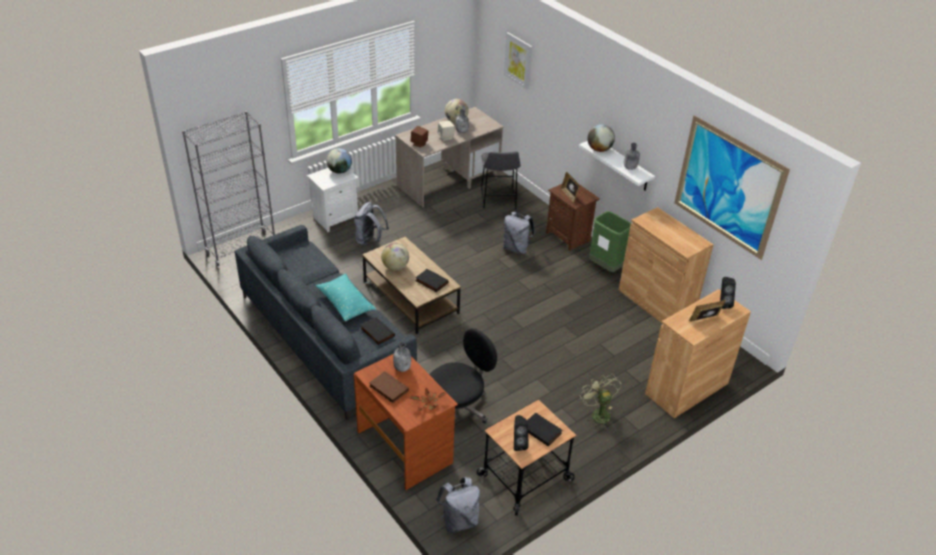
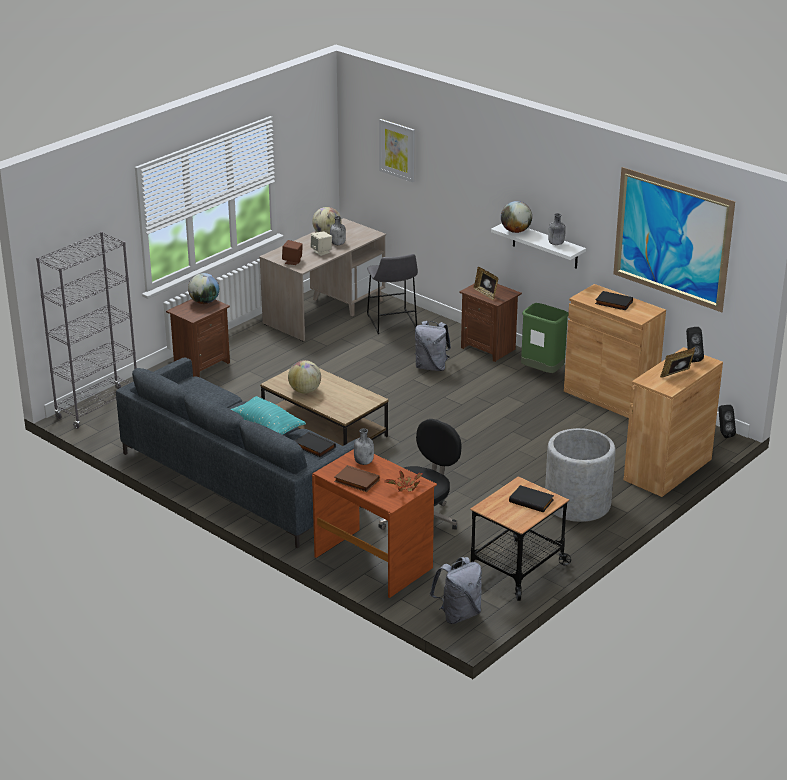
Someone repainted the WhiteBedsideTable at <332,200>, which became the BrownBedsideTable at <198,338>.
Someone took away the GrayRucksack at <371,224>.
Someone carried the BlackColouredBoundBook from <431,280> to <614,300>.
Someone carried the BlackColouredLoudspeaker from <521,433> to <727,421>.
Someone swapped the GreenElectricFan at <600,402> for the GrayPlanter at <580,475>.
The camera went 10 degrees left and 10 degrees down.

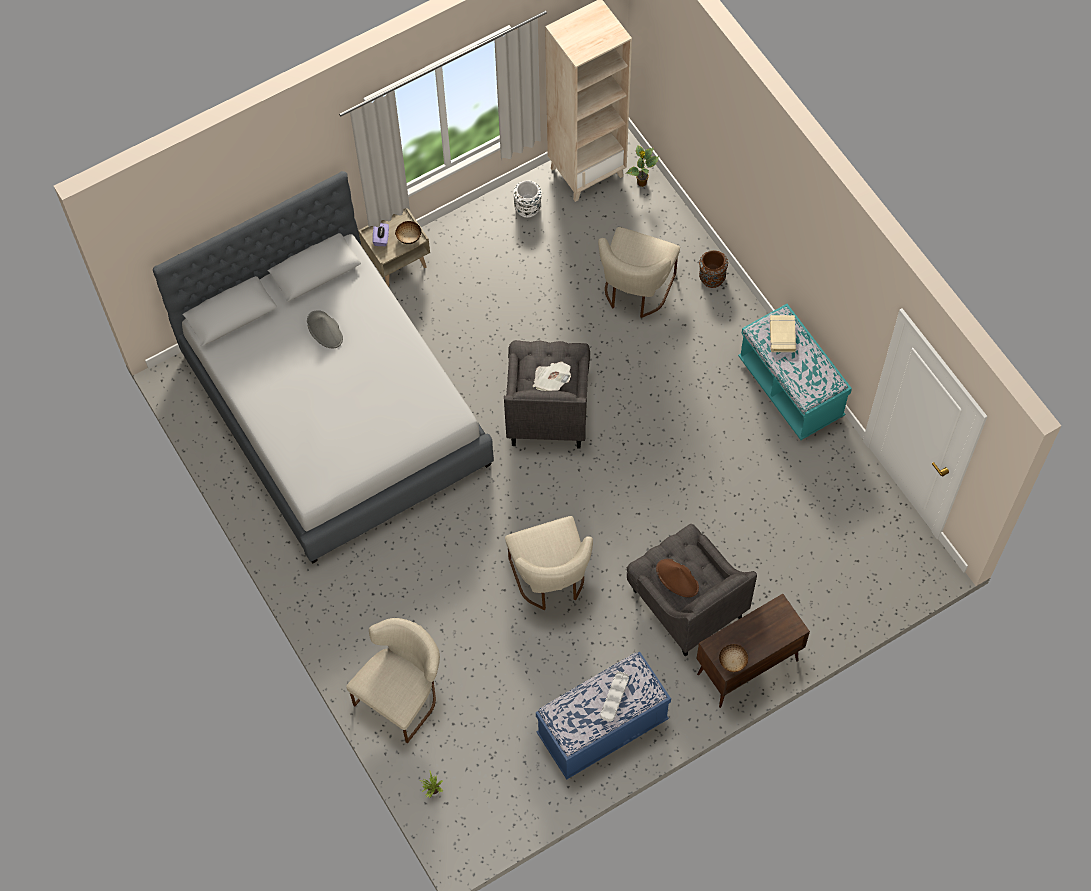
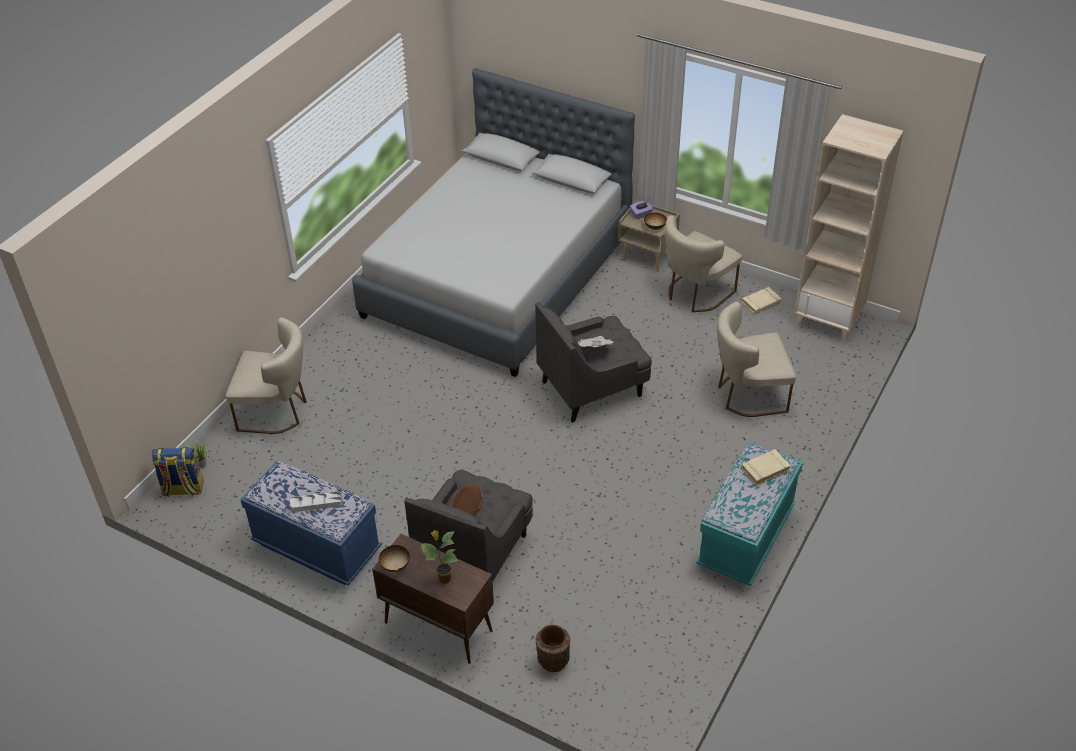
Someone took away the GrayClothingHat at <325,329>.
Someone carried the SandColouredChair from <549,563> to <703,263>.
Someone swapped the WhiteDecorativeVase at <527,199> for the SandColouredBoundBook at <761,300>.
Someone carried the PlantInAPot from <642,166> to <440,557>.
Someone carried the BrownDecorativeVase from <713,269> to <553,648>.
Someone put down the Rucksack at <178,472>.
The camera went 60 degrees right and 20 degrees down.

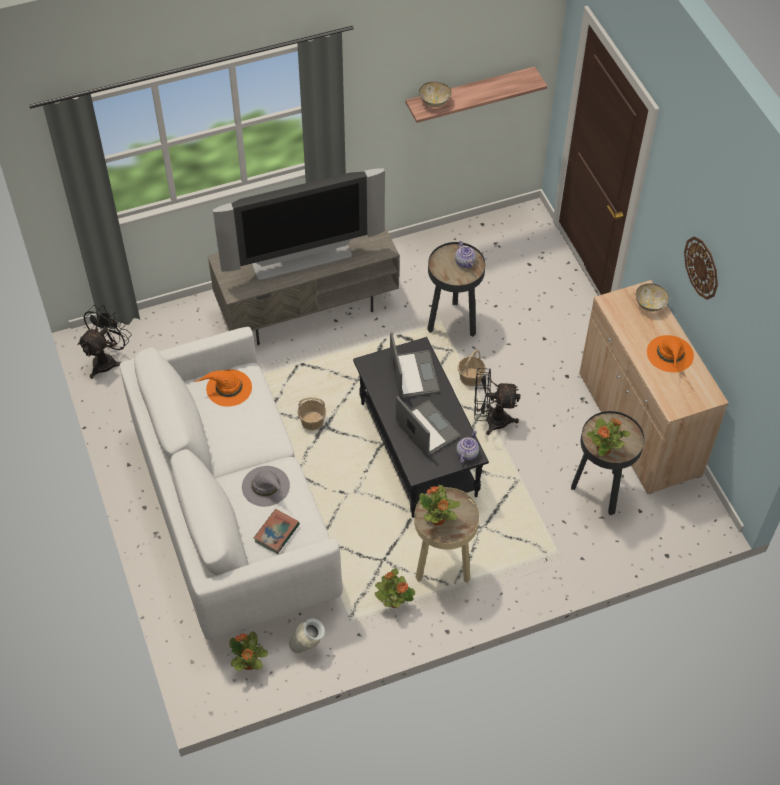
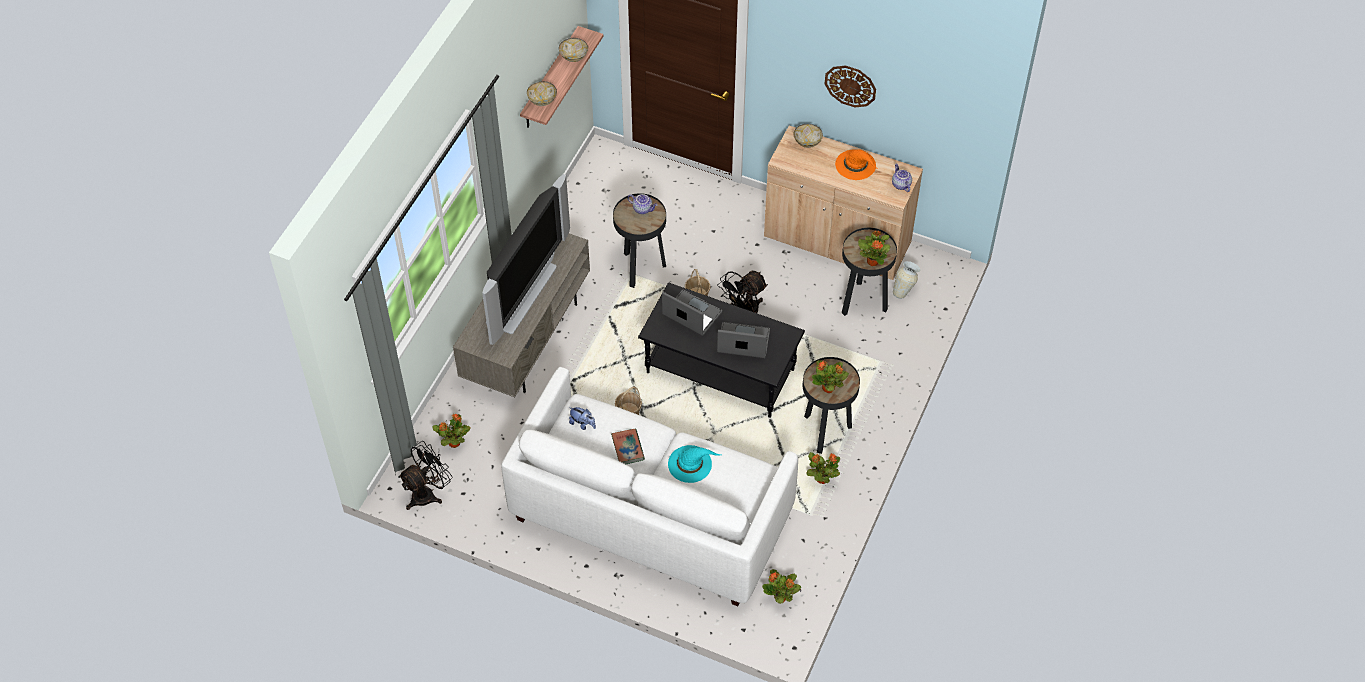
Someone rotated the BlackColouredElectricFan at <105,342> by 60 degrees clockwise.
Someone swapped the OrangeClothingHat at <223,388> for the SoftToy at <582,418>.
Someone repainted the GrayClothingHat at <266,486>, which became the BlueGreenClothingHat at <694,464>.
Someone carried the BoundBook from <277,531> to <628,446>.
Someone carried the DecorativeVase from <307,635> to <907,280>.
Someone repainted the SandColouredAccentTable at <446,535>, which became the BlackColouredAccentTable at <831,405>.
Someone carried the Teapot from <467,447> to <902,177>.
Someone put down the PlantInAPot at <451,431>.
Someone put down the DeepDish at <573,50>.
The camera went 45 degrees left and 0 degrees up.

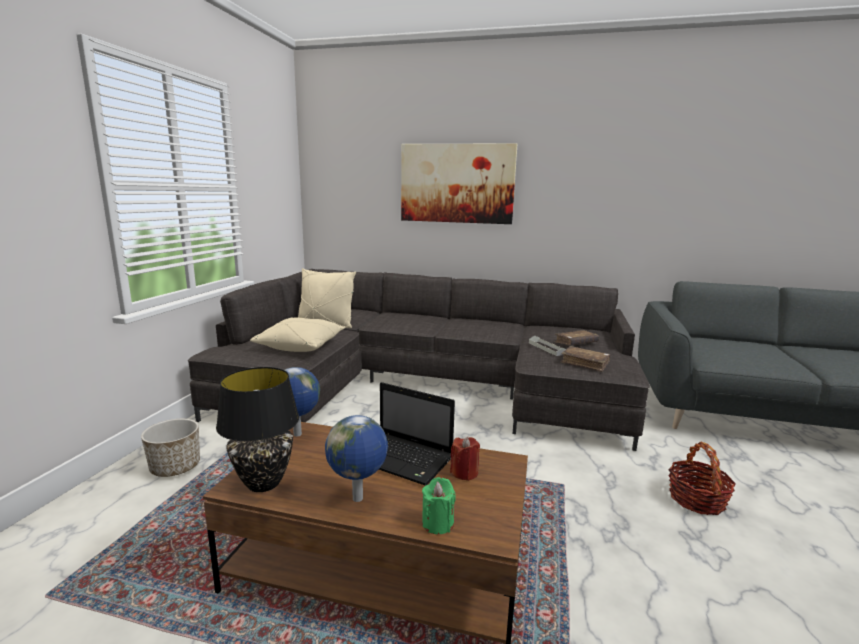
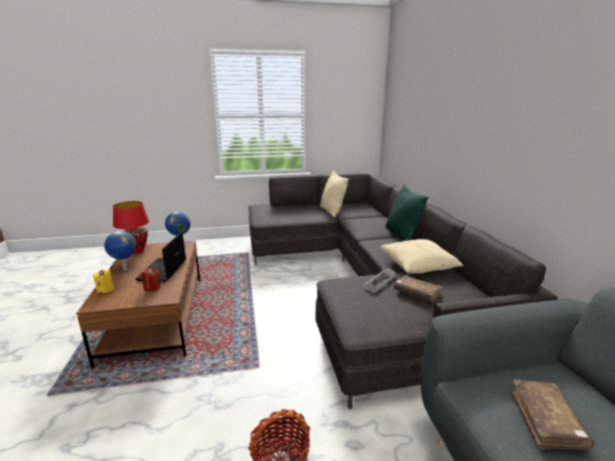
Someone took away the Planter at <170,448>.
Someone repainted the BlackColouredLampForATable at <257,429>, which became the RedLampForATable at <131,227>.
Someone carried the SandColouredThrowPillow from <298,334> to <422,256>.
Someone took away the Picture at <459,183>.
Someone repainted the GreenCandle at <439,505>, which became the YellowCandle at <103,281>.
Someone carried the BrownBoundBook from <586,359> to <552,414>.
Someone put down the GreenThrowPillow at <406,213>.
The camera went 65 degrees right and 5 degrees up.

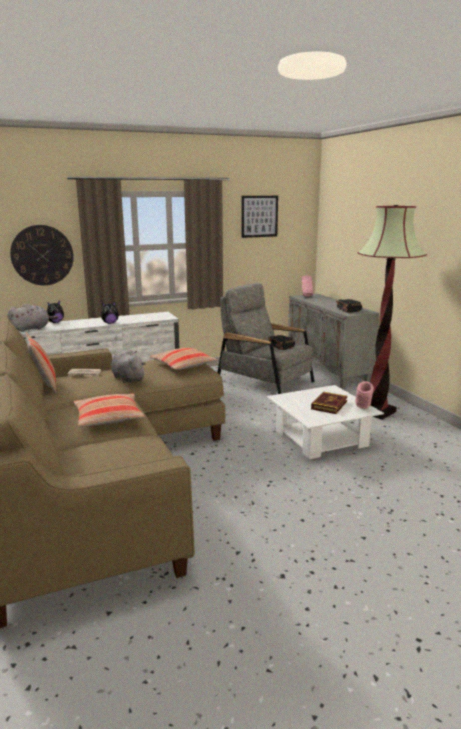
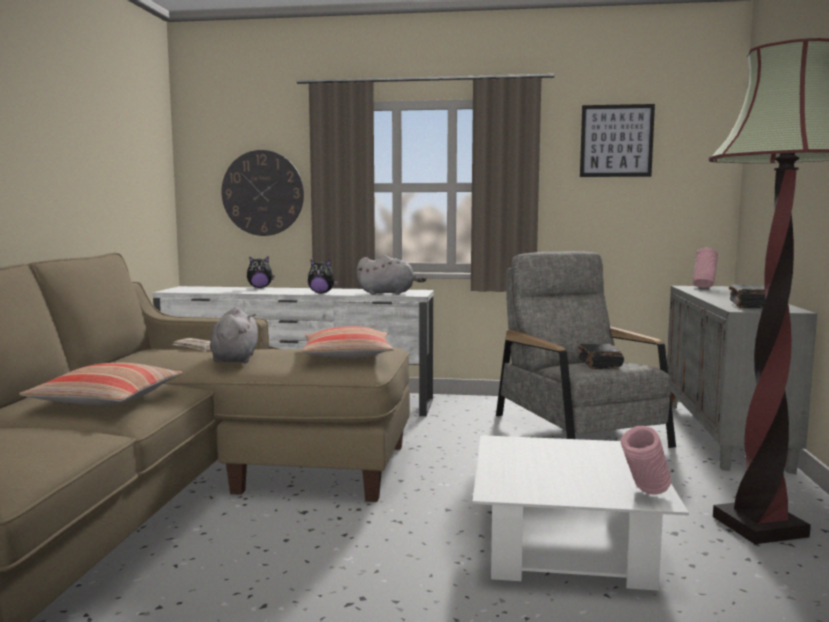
Someone carried the GraySoftToy from <32,318> to <391,275>.
Someone took away the ThrowPillow at <41,362>.
Someone took away the BoundBook at <329,403>.
The camera went 30 degrees right and 10 degrees down.

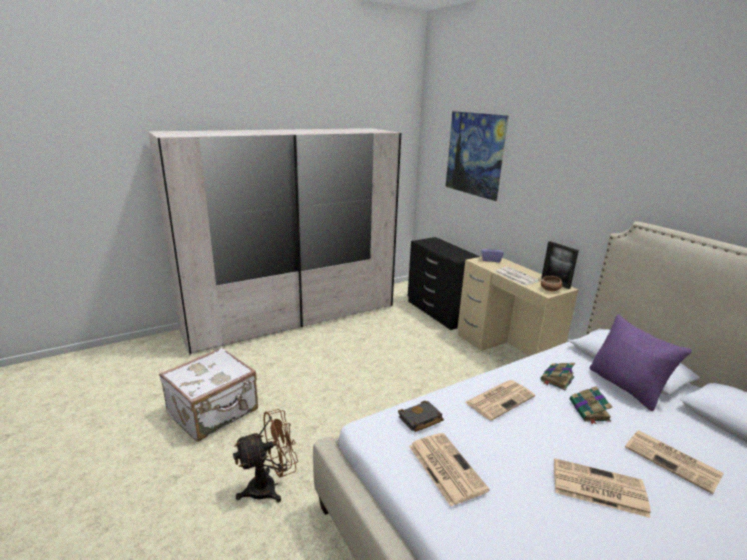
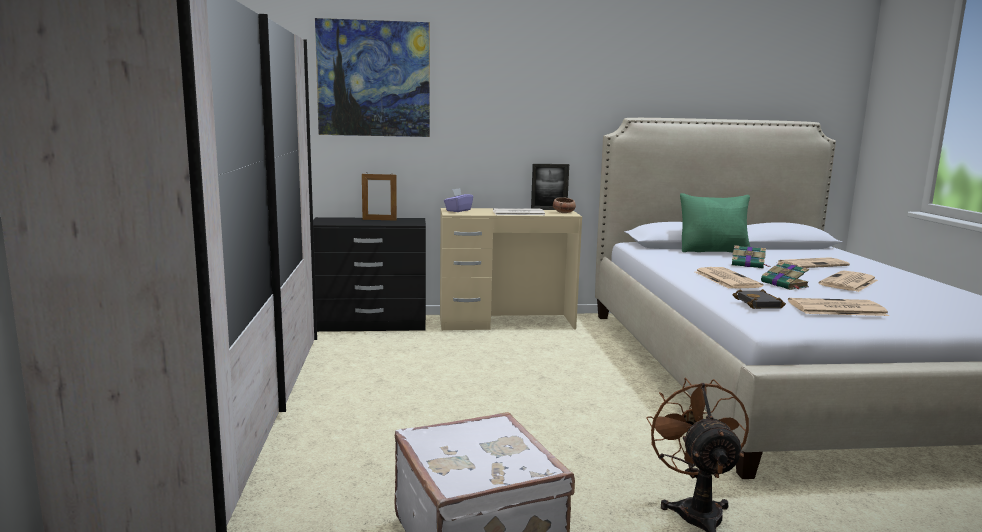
Someone carried the BoundBook from <558,377> to <785,276>.
Someone repainted the PurpleThrowPillow at <640,362>, which became the GreenThrowPillow at <715,223>.
Someone put down the PhotoFrame at <379,196>.
The camera went 65 degrees left and 10 degrees down.

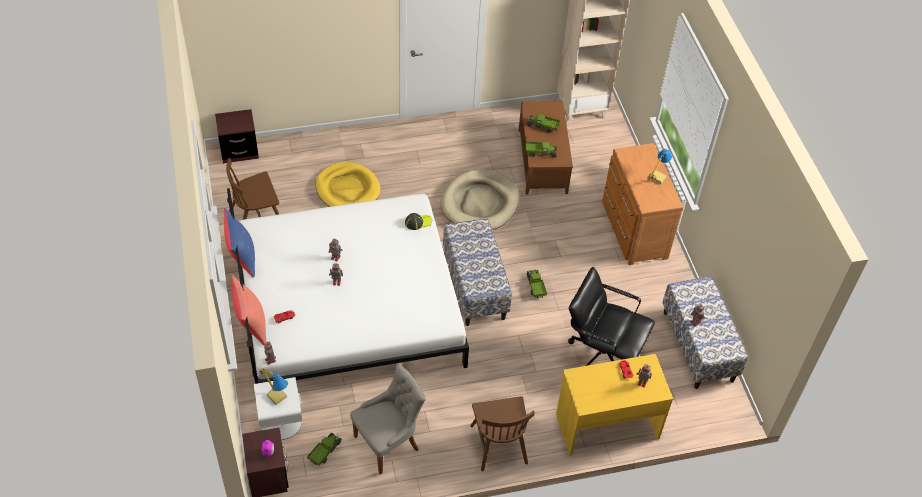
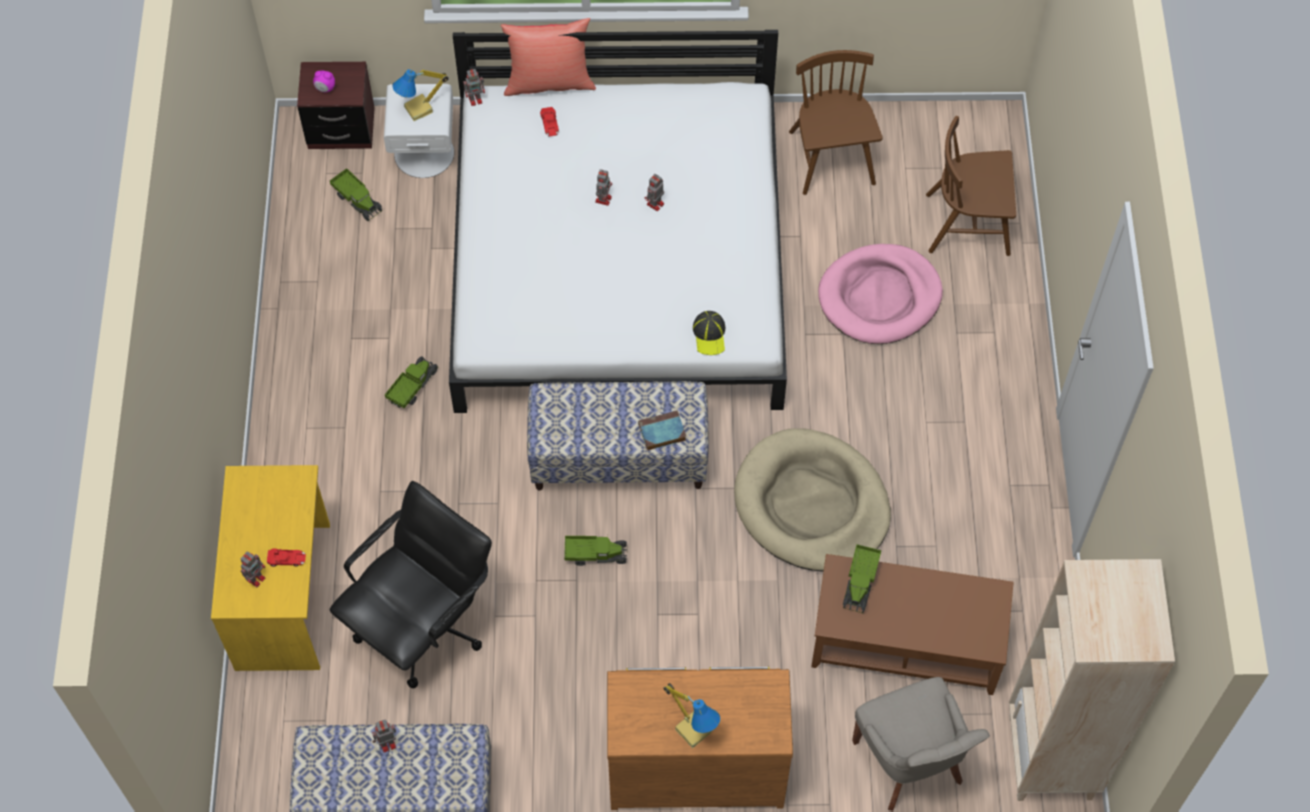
Someone took away the BrownBedsideTable at <237,136>.
Someone took away the BlueThrowPillow at <239,243>.
Someone repainted the YellowPetBed at <348,184>, which became the PinkPetBed at <880,294>.
Someone carried the GrayChair from <388,419> to <921,744>.
Someone carried the BrownChair from <502,433> to <971,186>.
Someone carried the ToyTruck from <543,123> to <411,382>.
Someone put down the BoundBook at <662,430>.
The camera went 105 degrees right and 10 degrees up.

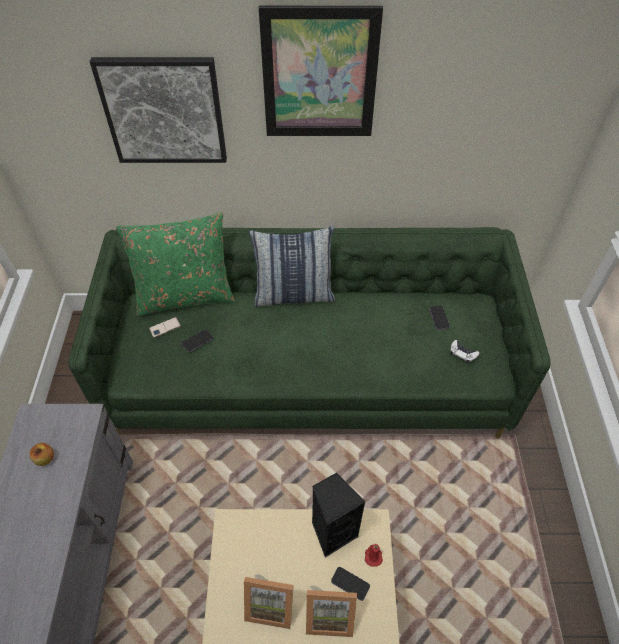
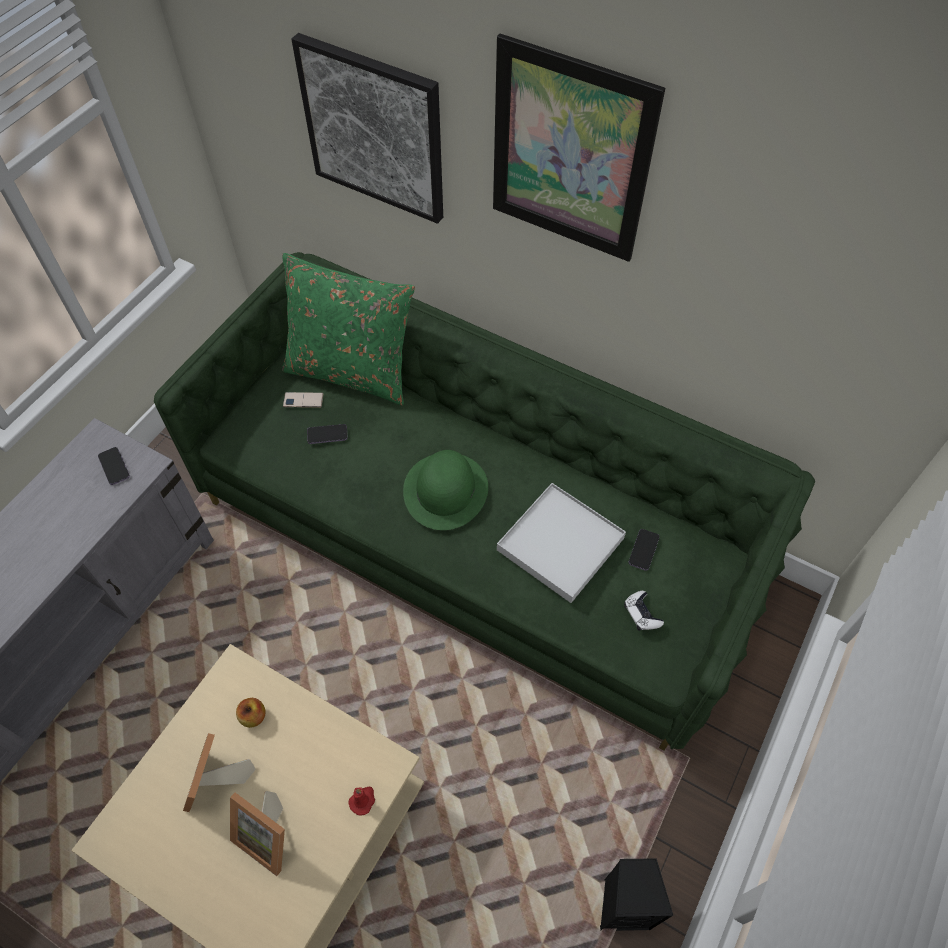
Someone carried the AppleFruit from <41,454> to <251,713>.
Someone rotated the PhotoFrame at <268,601> by 60 degrees clockwise.
Someone took away the ThrowPillow at <291,266>.
Someone carried the BlackColouredLoudspeaker from <338,515> to <637,894>.
Someone carried the Phone from <350,584> to <114,466>.
Someone put down the GreenClothingHat at <445,490>.
Someone put down the WhiteServingTray at <561,543>.
The camera went 30 degrees right and 5 degrees up.

